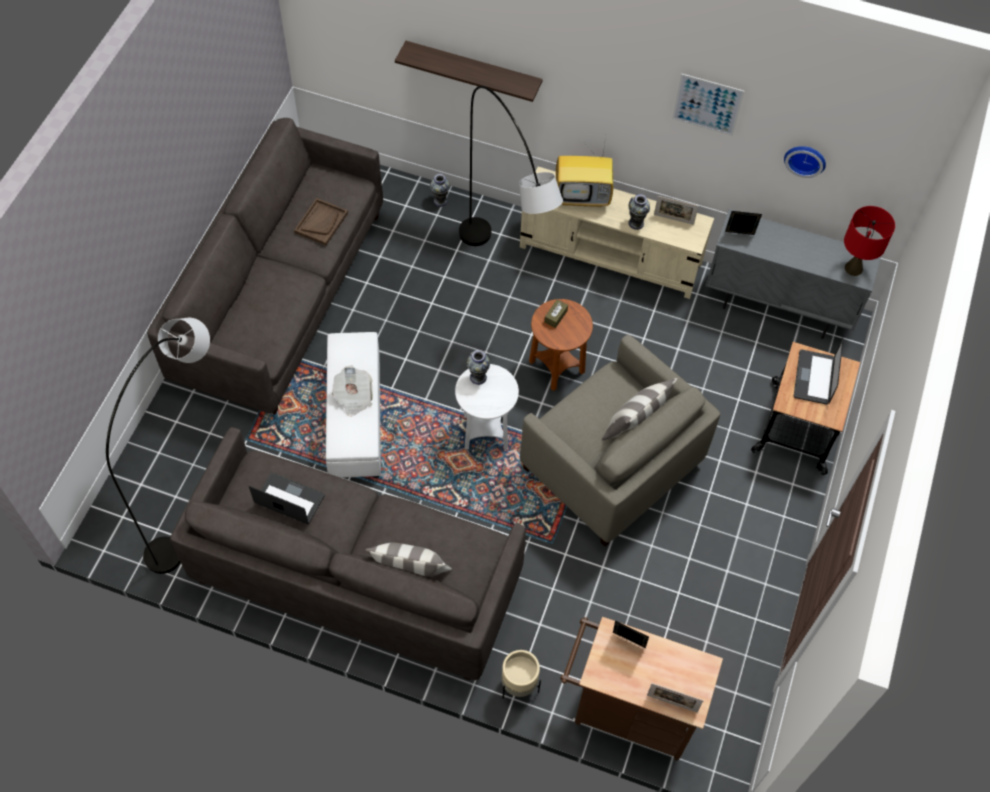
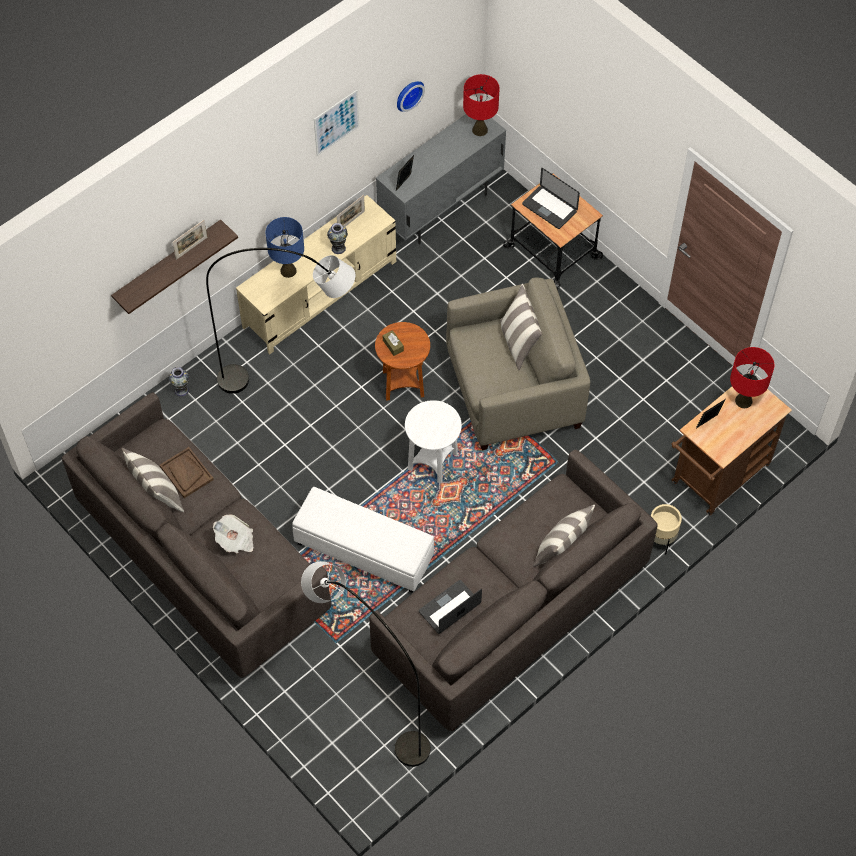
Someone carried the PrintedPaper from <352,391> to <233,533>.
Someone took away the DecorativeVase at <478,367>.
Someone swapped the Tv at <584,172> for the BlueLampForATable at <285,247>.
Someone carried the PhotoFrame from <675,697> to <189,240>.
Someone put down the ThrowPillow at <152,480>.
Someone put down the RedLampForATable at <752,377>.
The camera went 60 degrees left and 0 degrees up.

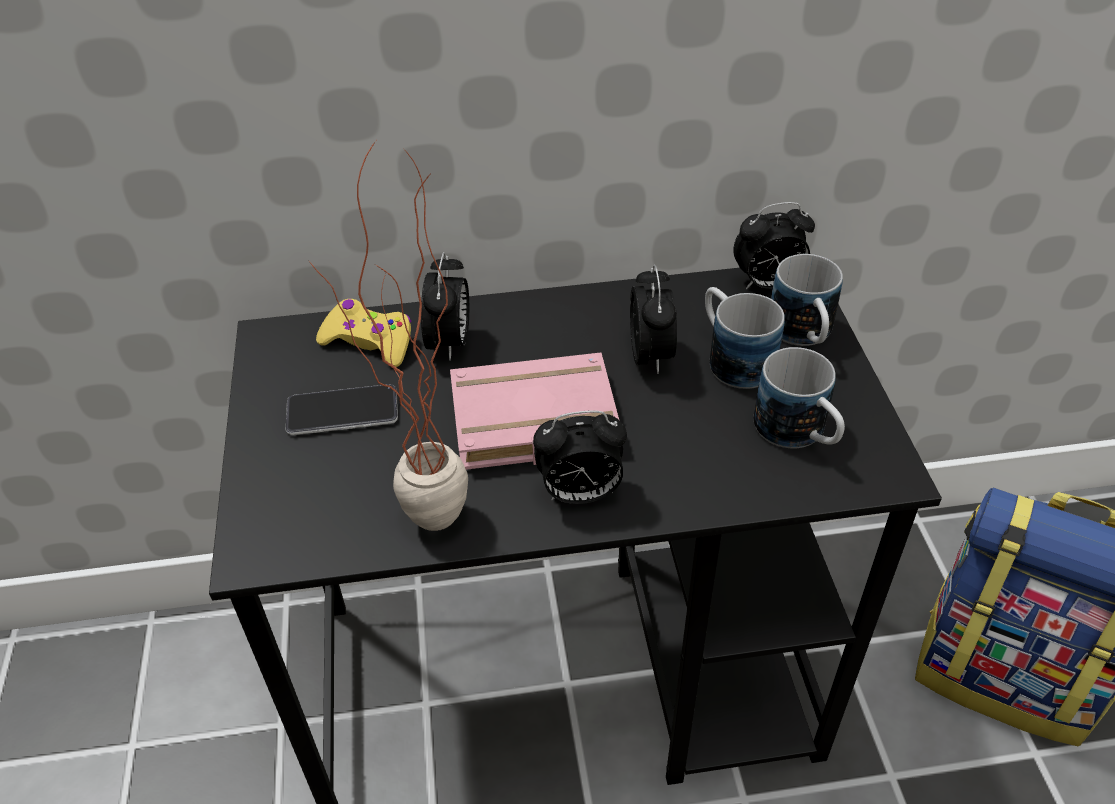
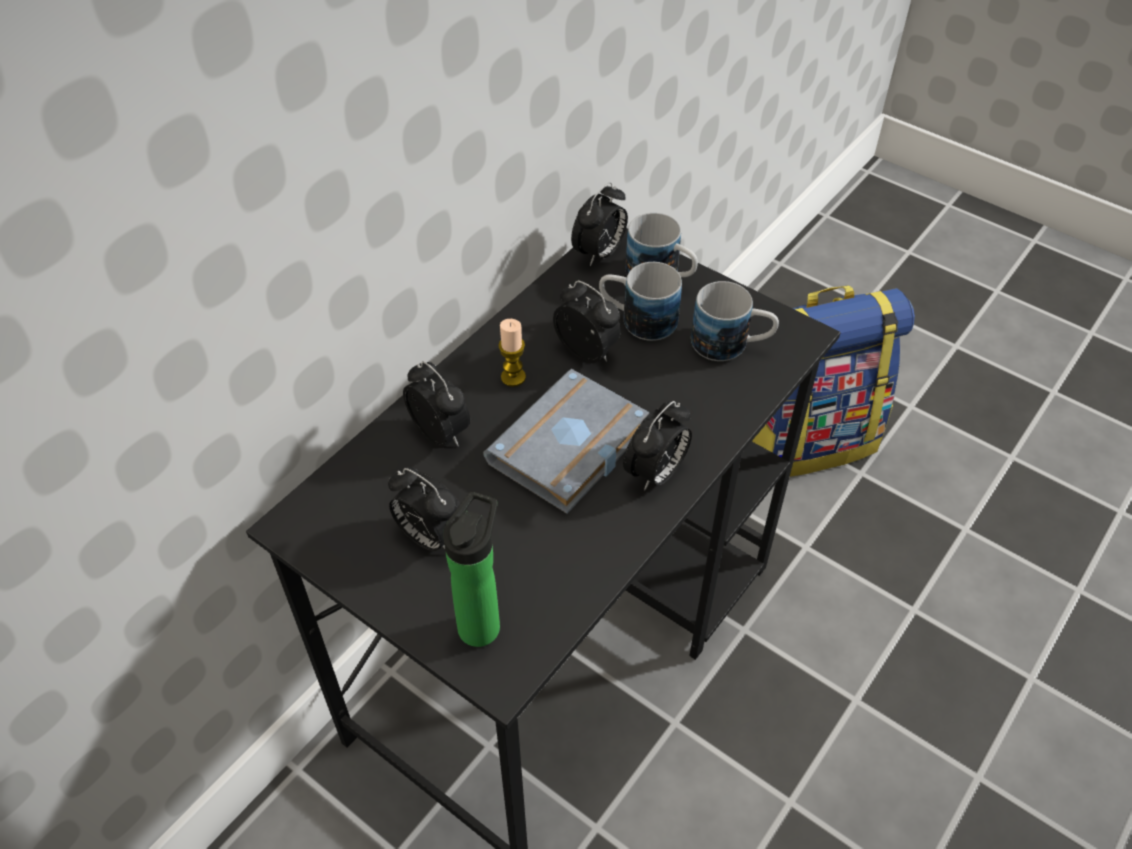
Someone swapped the Phone at <342,409> for the AlarmClock at <424,509>.
Someone took away the PlantInAPot at <388,336>.
Someone took away the YellowGamepad at <363,333>.
Someone repainted the PinkBoundBook at <534,411>, which became the GrayBoundBook at <566,441>.
Someone put down the DrinkBottle at <471,569>.
Someone put down the Candle at <512,353>.
The camera went 45 degrees left and 5 degrees up.

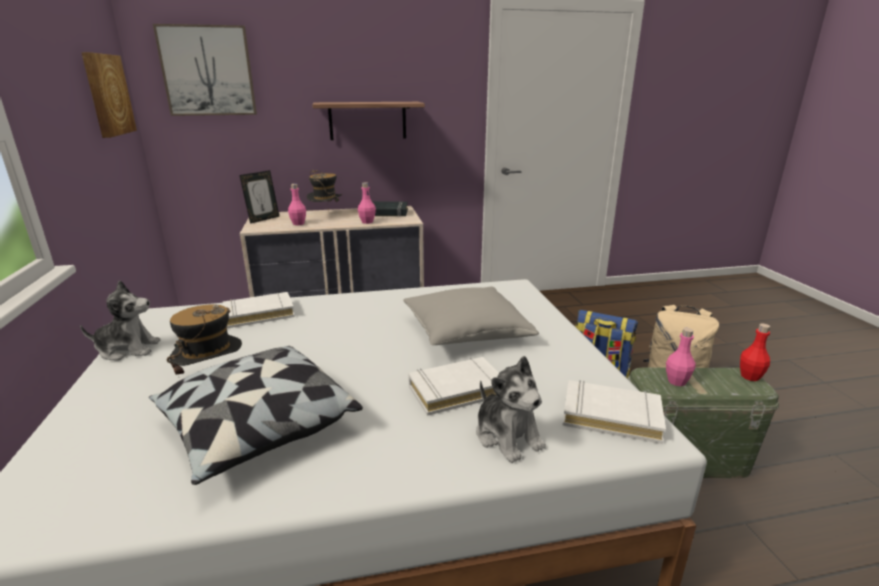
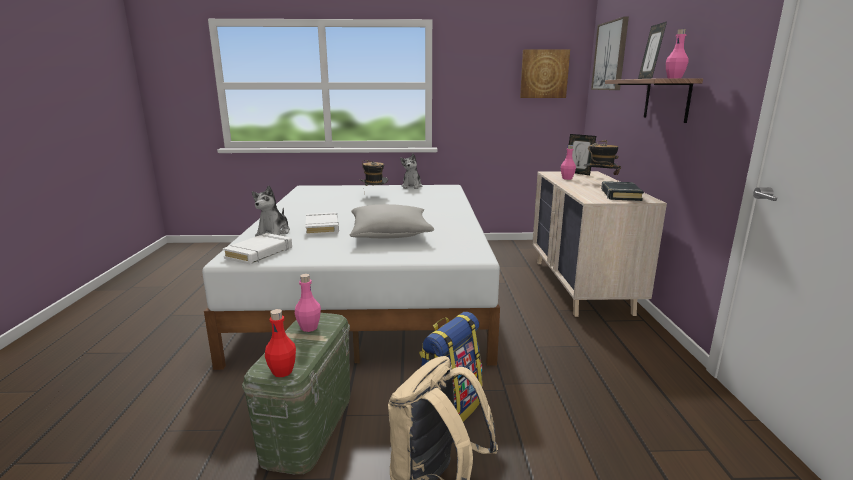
Someone took away the ThrowPillow at <256,415>.
Someone took away the WhiteBoundBook at <259,310>.
Someone carried the PinkDrinkBottle from <367,203> to <677,53>.
Someone rotated the SoftToy at <511,409> by 60 degrees counterclockwise.
Someone put down the PhotoFrame at <652,50>.
The camera went 100 degrees right and 5 degrees down.

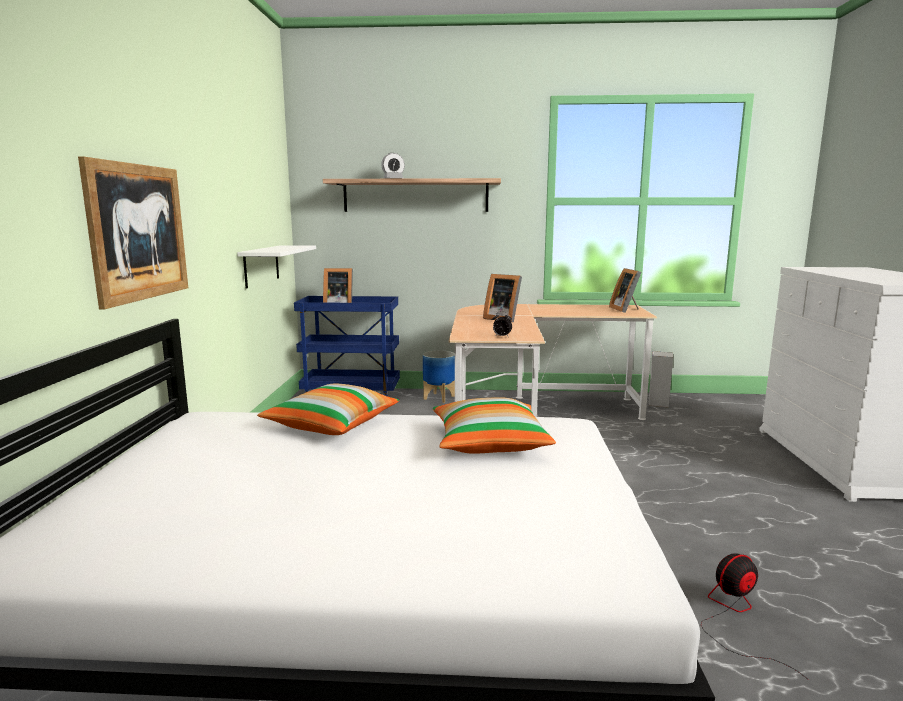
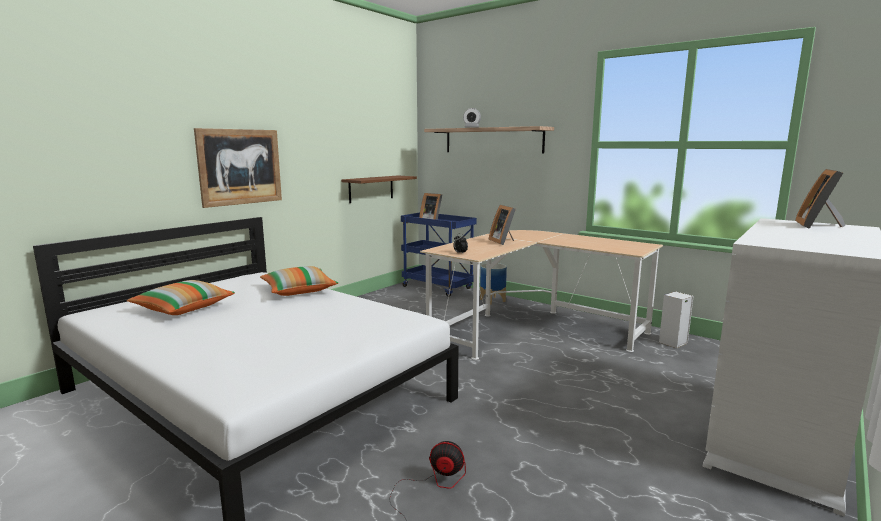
Someone repainted the WhiteWallShelf at <276,267>, which became the BrownWallShelf at <379,189>.
Someone carried the ThrowPillow from <494,425> to <181,297>.
Someone carried the PhotoFrame from <625,290> to <820,199>.
The camera went 35 degrees right and 0 degrees up.

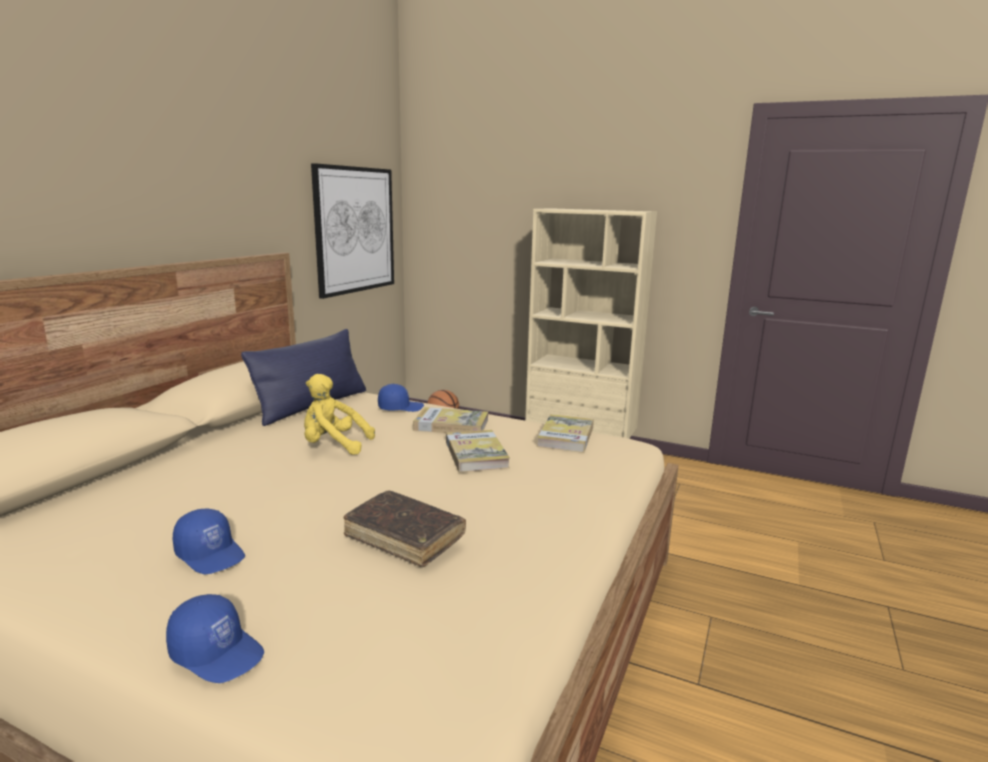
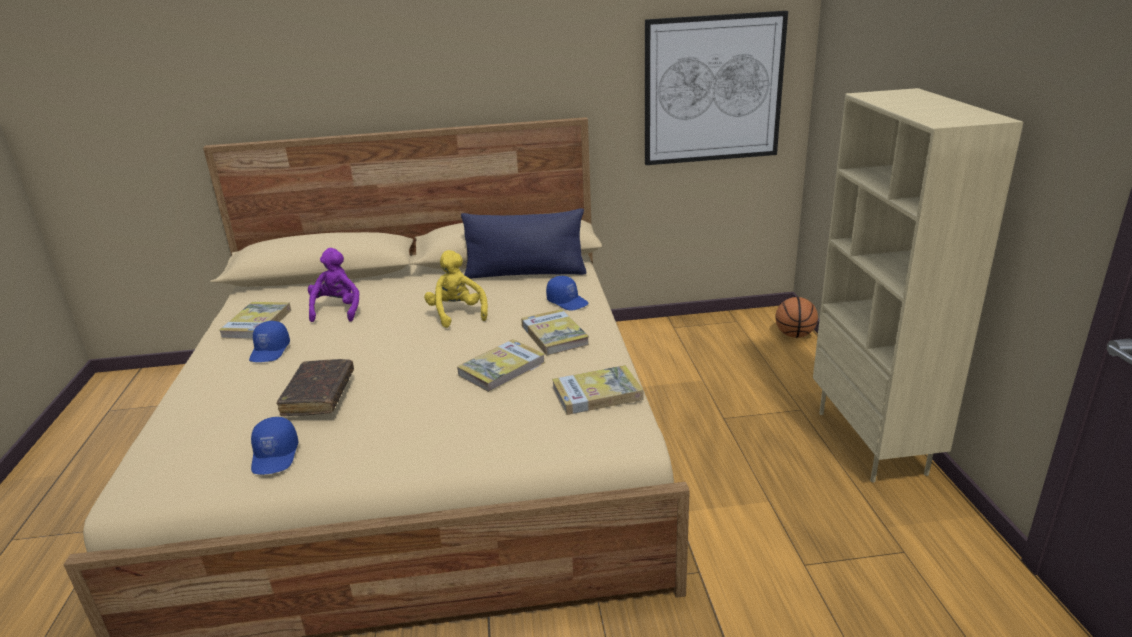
Someone carried the BlueCap from <215,638> to <274,446>.
Someone put down the BoundBook at <255,320>.
Someone put down the PurpleSoftToy at <333,285>.
The camera went 60 degrees right and 10 degrees up.

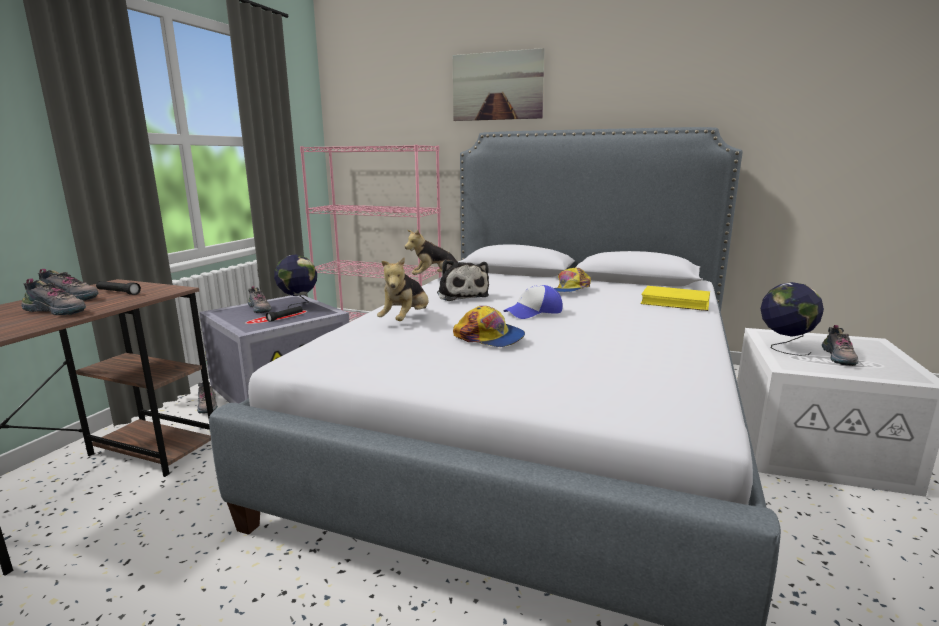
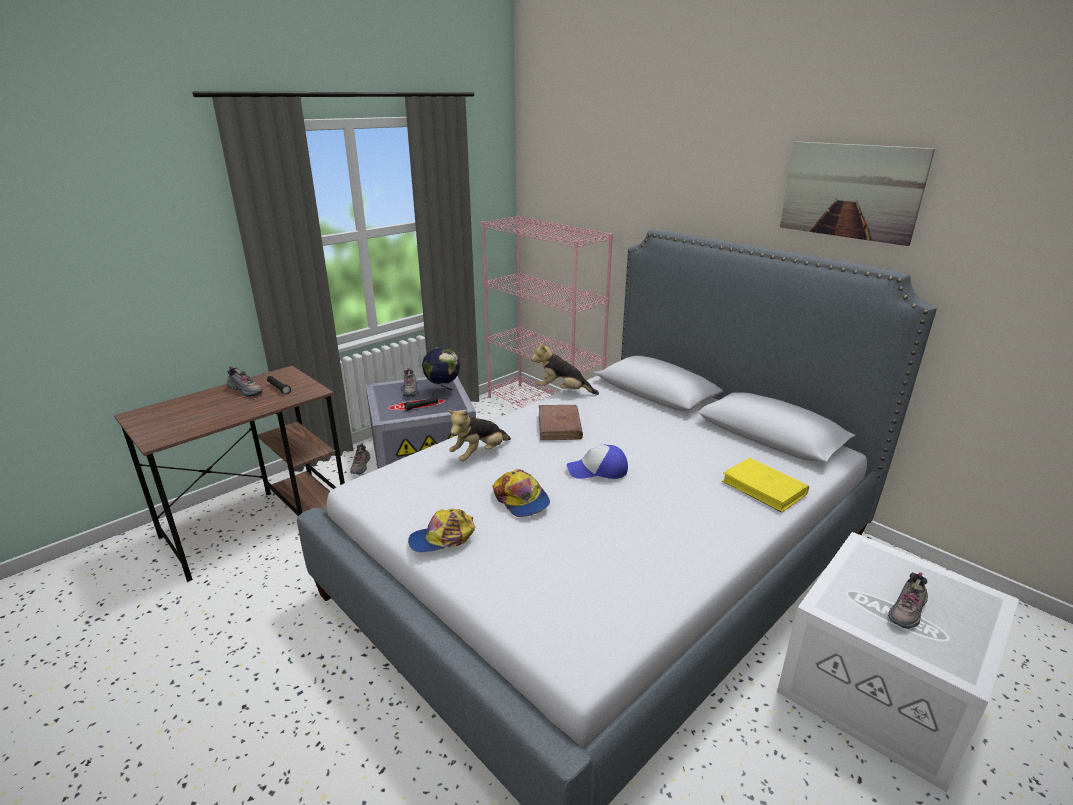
Someone took away the LowShoe at <53,297>.
Someone swapped the SoftToy at <463,280> for the BrownBoundBook at <561,422>.
Someone carried the Picture from <499,84> to <857,193>.
Someone carried the Cap from <572,280> to <441,531>.
Someone took away the DeskGlobe at <792,319>.
The camera went 25 degrees right and 10 degrees up.

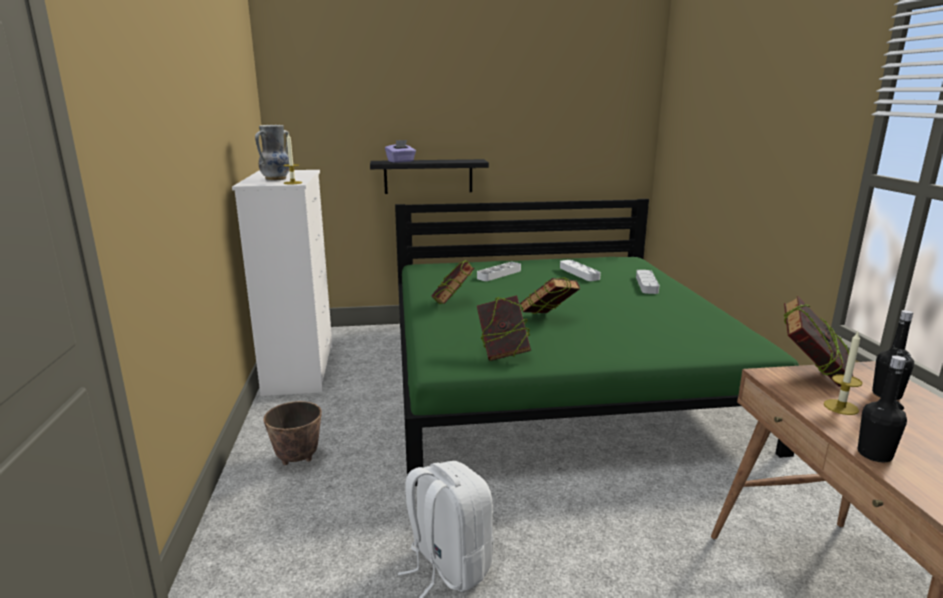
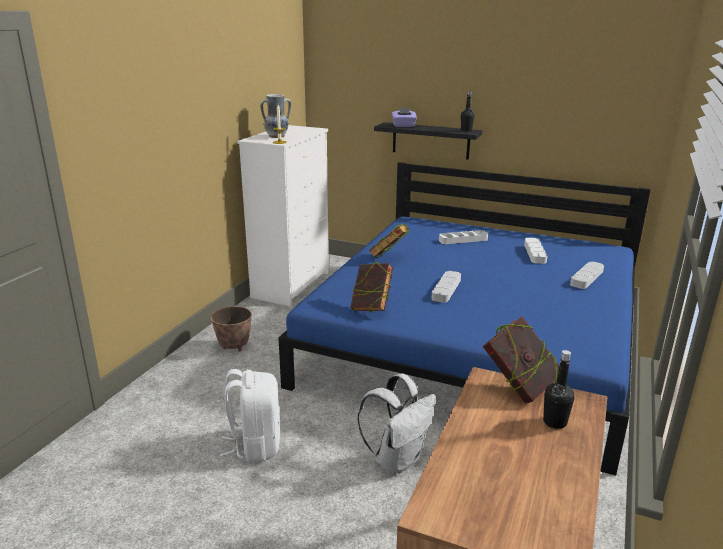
Someone repainted the GreenBedroomBed at <597,342>, which became the BlueBedroomBed at <464,319>.
Someone swapped the BoundBook at <550,296> for the GrayServingTray at <446,287>.
Someone took away the Candle at <843,373>.
Someone carried the BlackColouredDrinkBottle from <882,409> to <468,111>.
Someone put down the WhiteRucksack at <396,423>.
The camera went 30 degrees right and 5 degrees up.

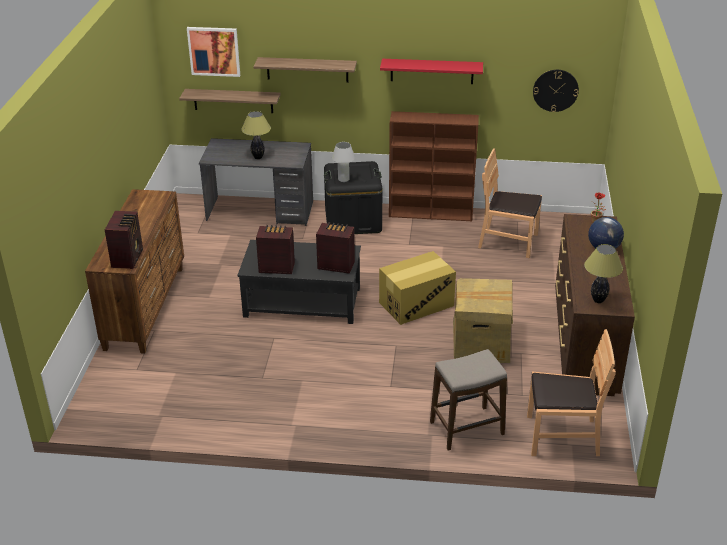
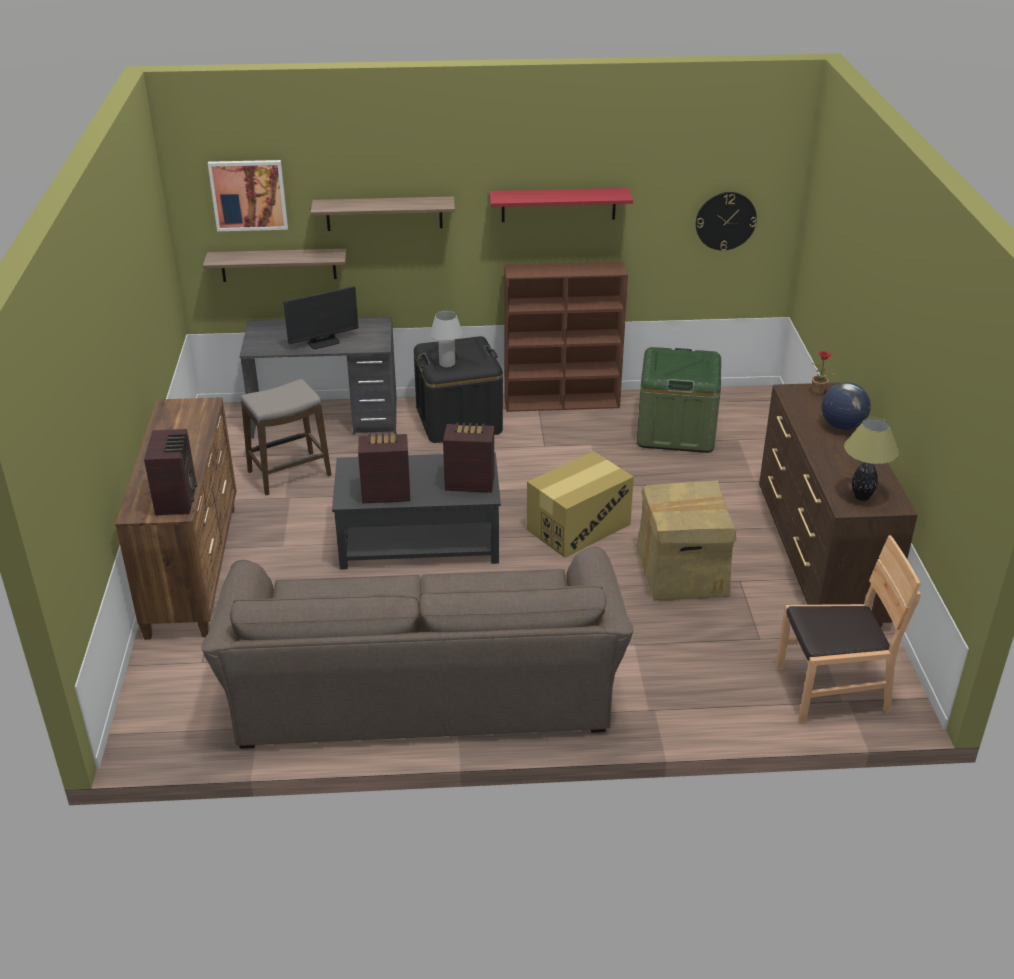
Someone swapped the LampForATable at <256,135> for the ComputerDisplay at <321,317>.
Someone carried the StoolSeat from <468,400> to <286,437>.
Someone swapped the BrownChair at <510,203> for the GreenStorageBox at <679,400>.
Someone put down the BrownSettee at <417,648>.
The camera went 10 degrees left and 0 degrees up.

